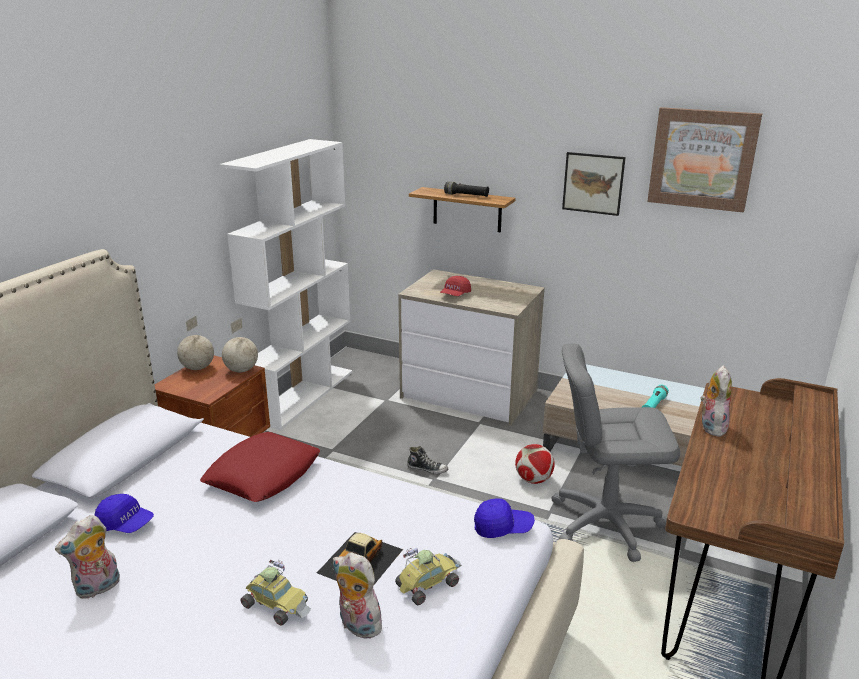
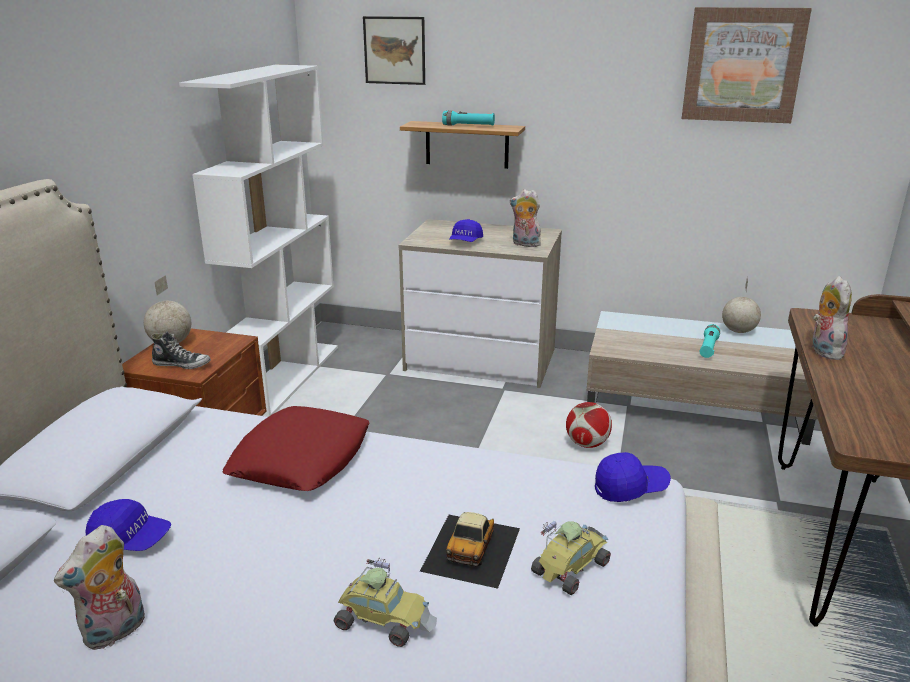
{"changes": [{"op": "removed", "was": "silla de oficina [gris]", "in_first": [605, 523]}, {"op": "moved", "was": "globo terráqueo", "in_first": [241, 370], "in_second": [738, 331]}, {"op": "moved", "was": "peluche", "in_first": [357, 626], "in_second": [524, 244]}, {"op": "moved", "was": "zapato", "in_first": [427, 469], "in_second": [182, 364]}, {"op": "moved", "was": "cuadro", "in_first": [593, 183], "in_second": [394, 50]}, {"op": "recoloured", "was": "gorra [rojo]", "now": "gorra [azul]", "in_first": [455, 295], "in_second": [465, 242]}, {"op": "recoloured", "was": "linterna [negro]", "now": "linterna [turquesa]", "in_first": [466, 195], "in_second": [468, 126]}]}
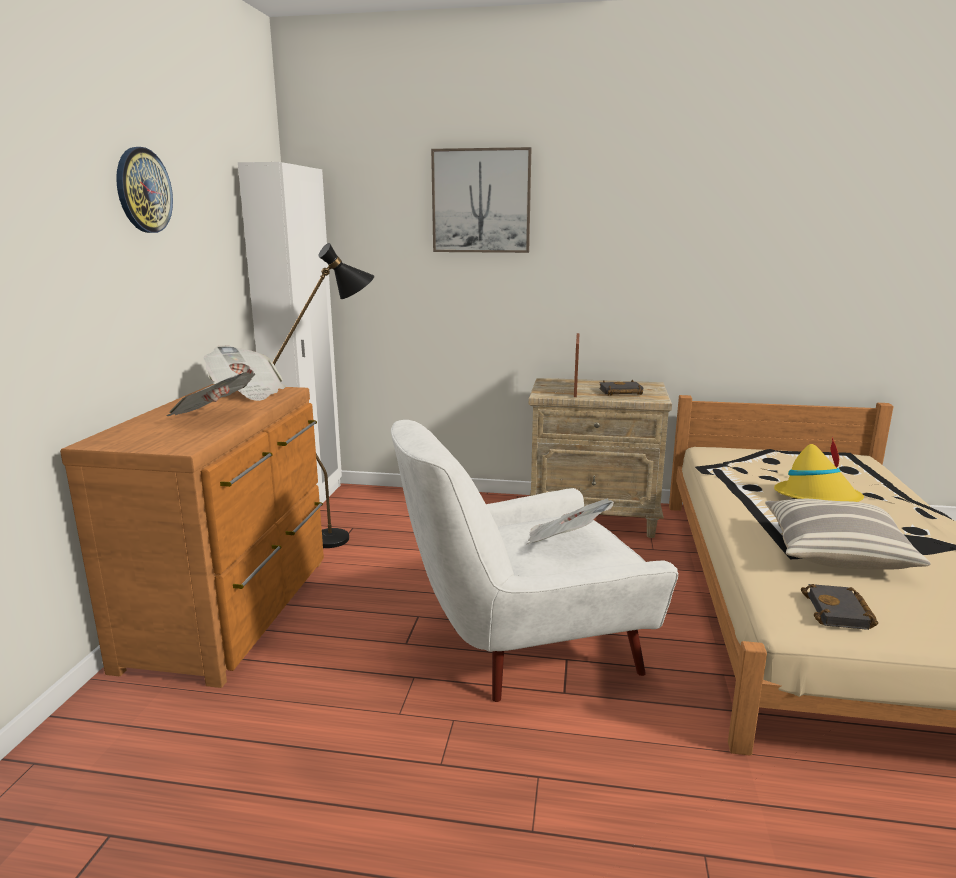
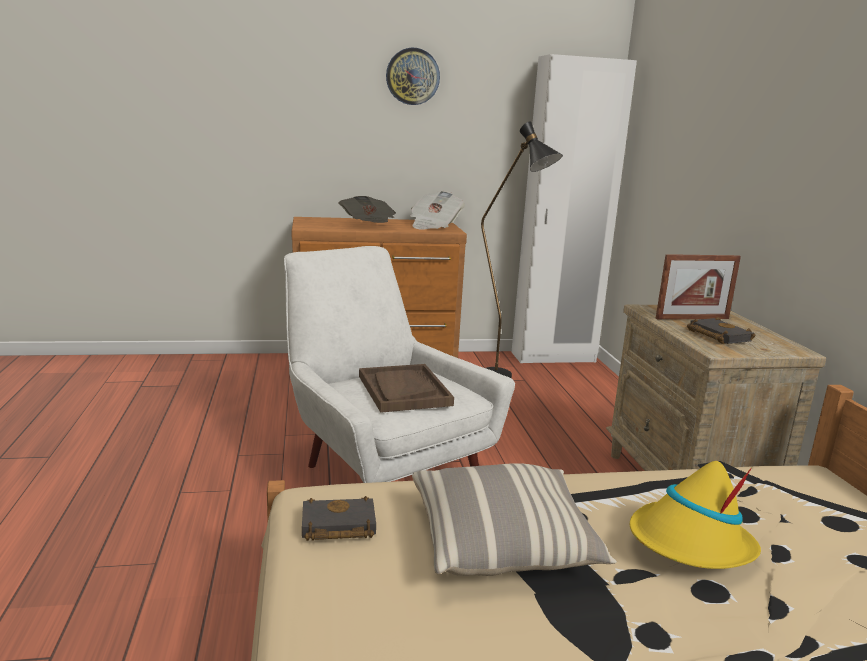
{"changes": [{"op": "removed", "was": "cuadro", "in_first": [481, 201]}, {"op": "replaced", "was": "periódico", "now": "bandeja [marrón]", "in_first": [565, 542], "in_second": [403, 390]}]}
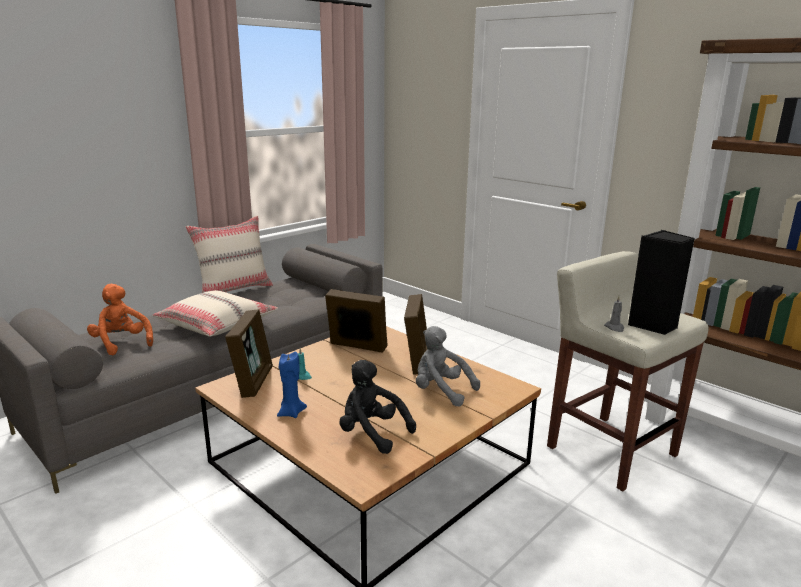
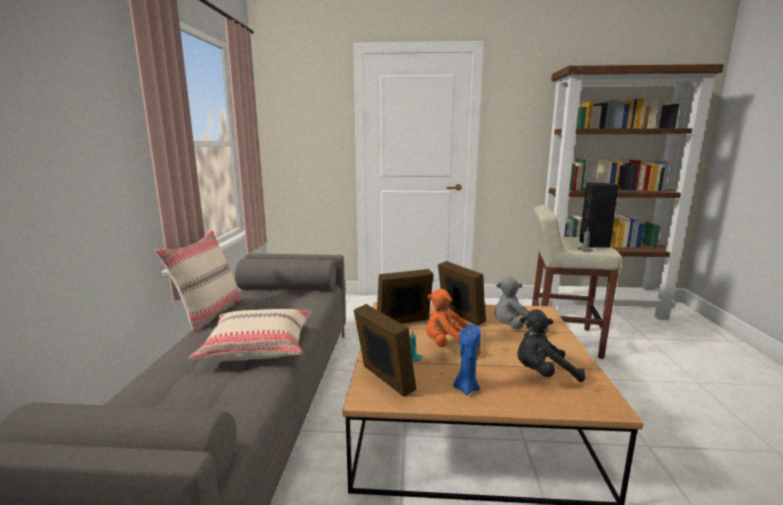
{"changes": [{"op": "moved", "was": "peluche [naranja]", "in_first": [121, 343], "in_second": [449, 347]}]}
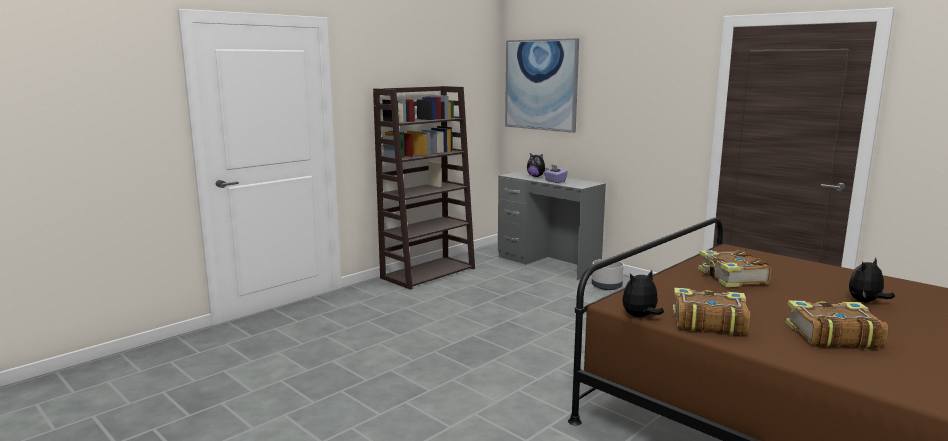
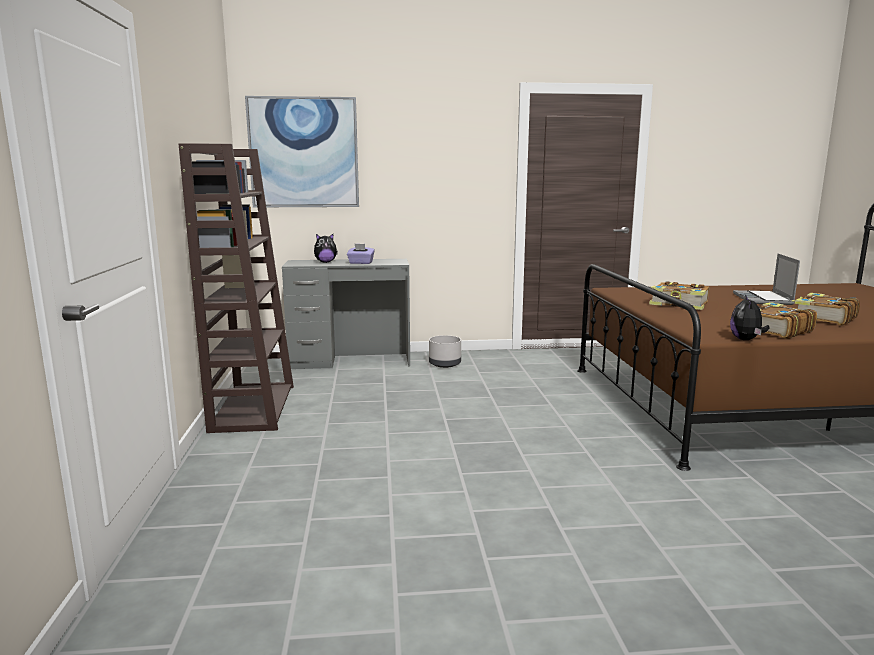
{"changes": [{"op": "replaced", "was": "peluche", "now": "portátil", "in_first": [866, 302], "in_second": [763, 299]}]}
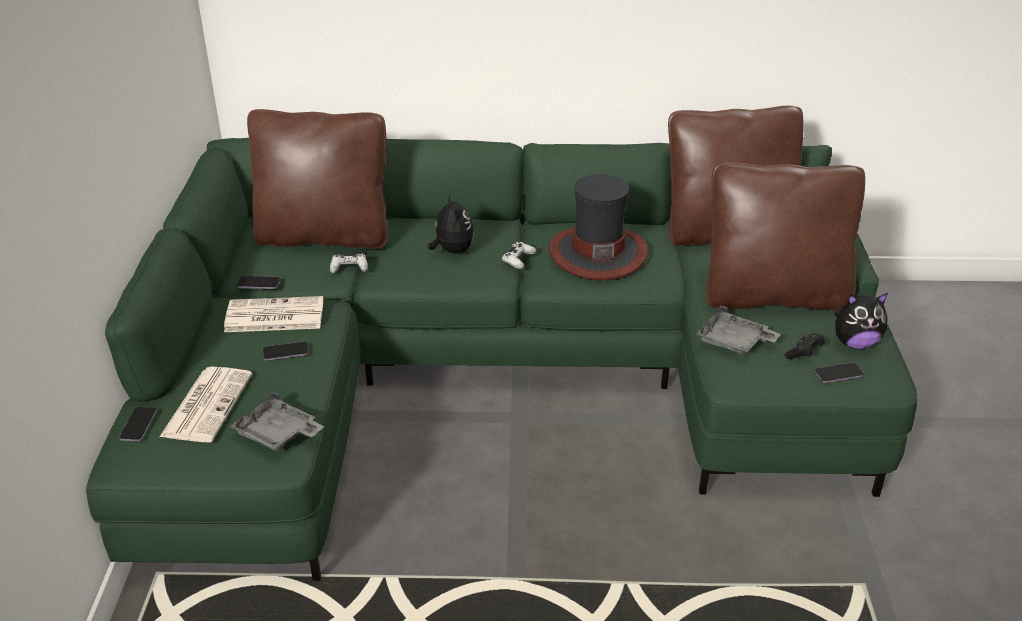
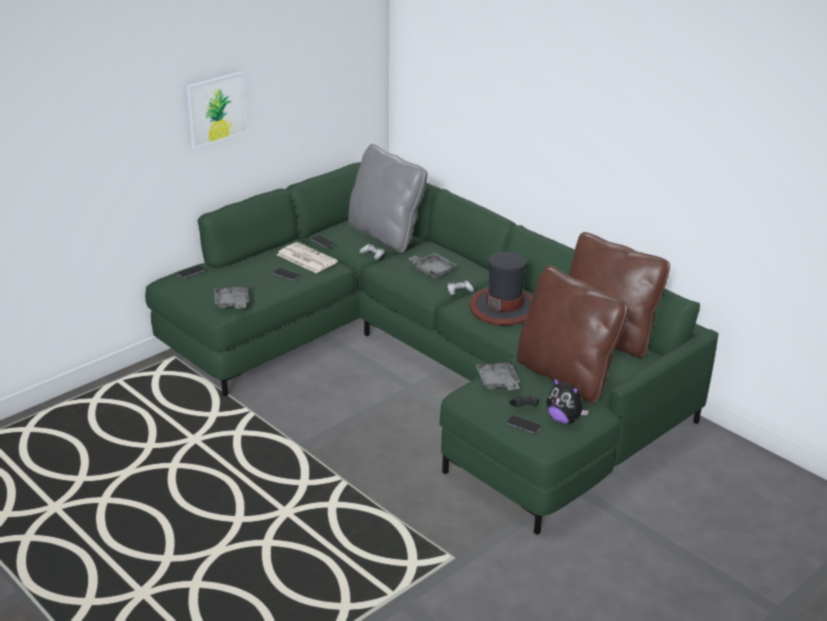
{"changes": [{"op": "removed", "was": "periódico", "in_first": [207, 404]}, {"op": "added", "now": "cuadro", "in_second": [216, 109]}, {"op": "replaced", "was": "peluche", "now": "bandeja [gris]", "in_first": [452, 251], "in_second": [432, 270]}, {"op": "recoloured", "was": "cojín [marrón]", "now": "cojín [gris]", "in_first": [324, 236], "in_second": [386, 235]}]}
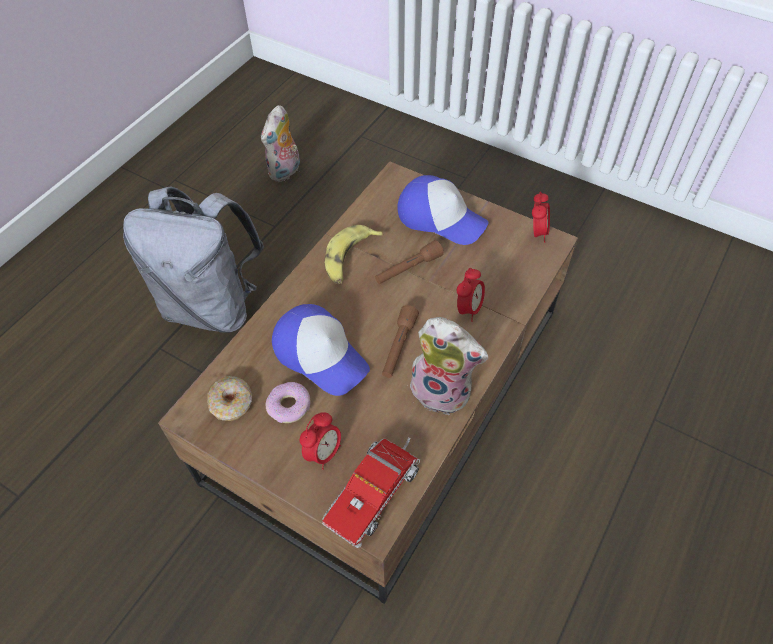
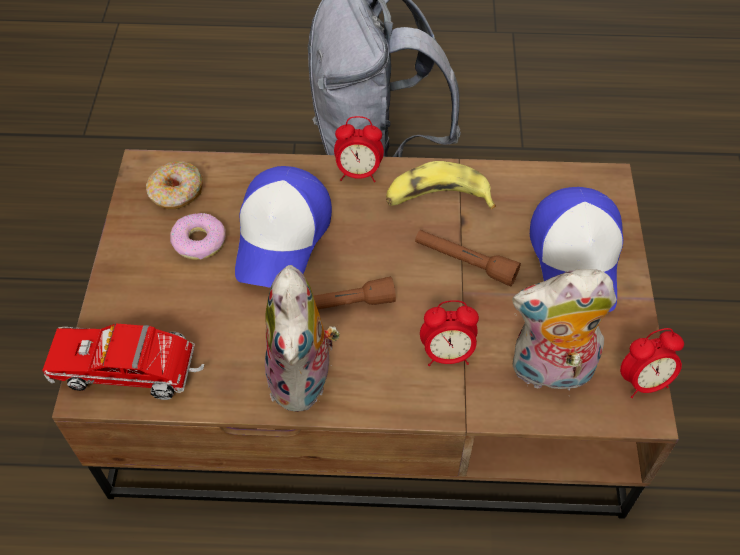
{"changes": [{"op": "moved", "was": "peluche", "in_first": [285, 172], "in_second": [550, 372]}, {"op": "moved", "was": "despertador", "in_first": [323, 452], "in_second": [358, 173]}]}
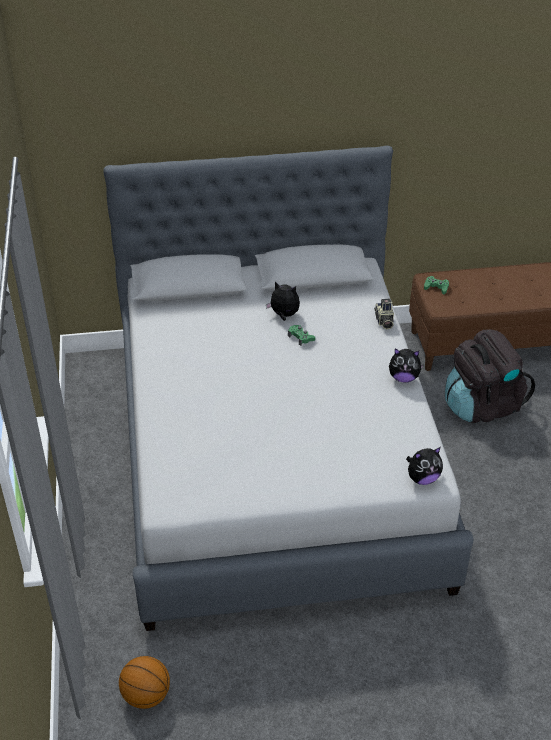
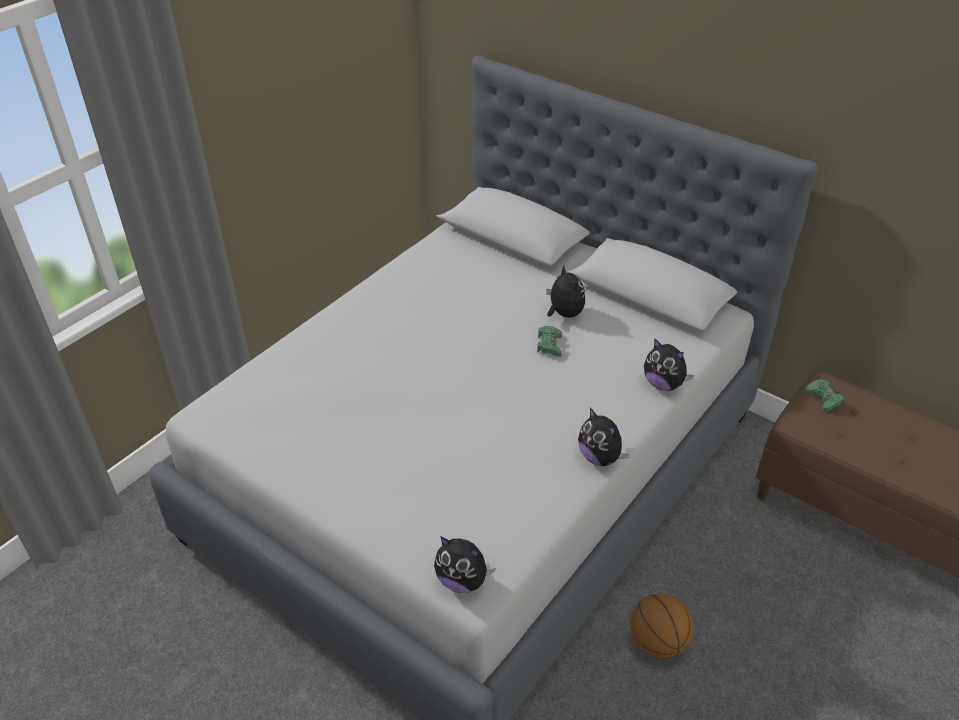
{"changes": [{"op": "removed", "was": "mochila [negro]", "in_first": [482, 405]}, {"op": "moved", "was": "balón de baloncesto", "in_first": [146, 695], "in_second": [657, 642]}, {"op": "replaced", "was": "cámara", "now": "peluche", "in_first": [384, 321], "in_second": [663, 384]}]}
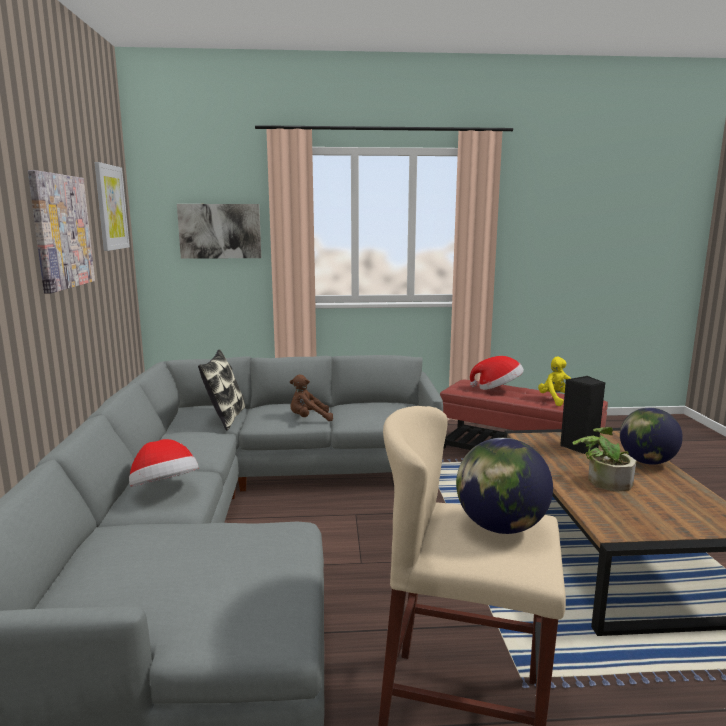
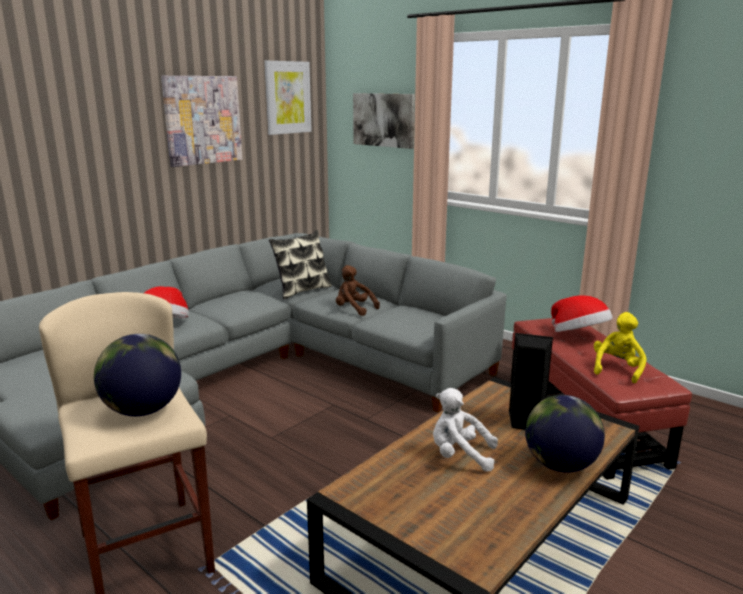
{"changes": [{"op": "replaced", "was": "planta en maceta", "now": "peluche [blanco]", "in_first": [603, 481], "in_second": [459, 456]}]}
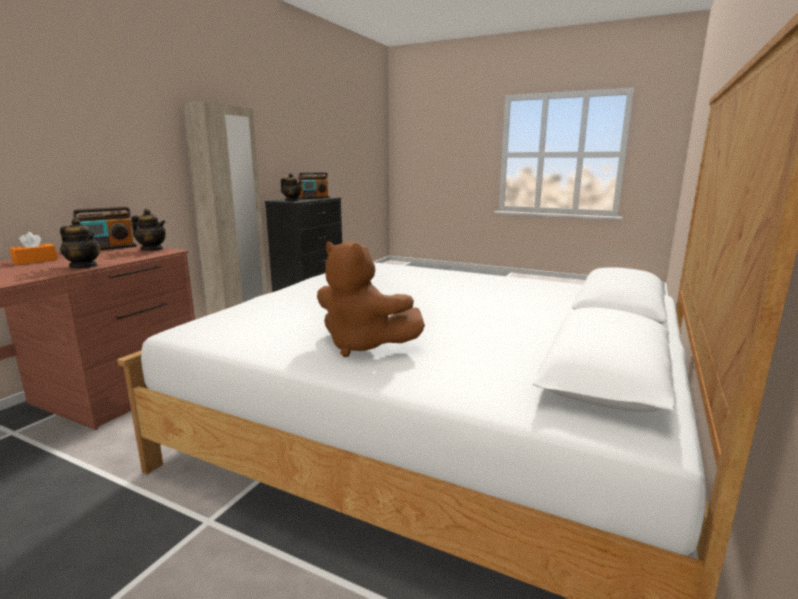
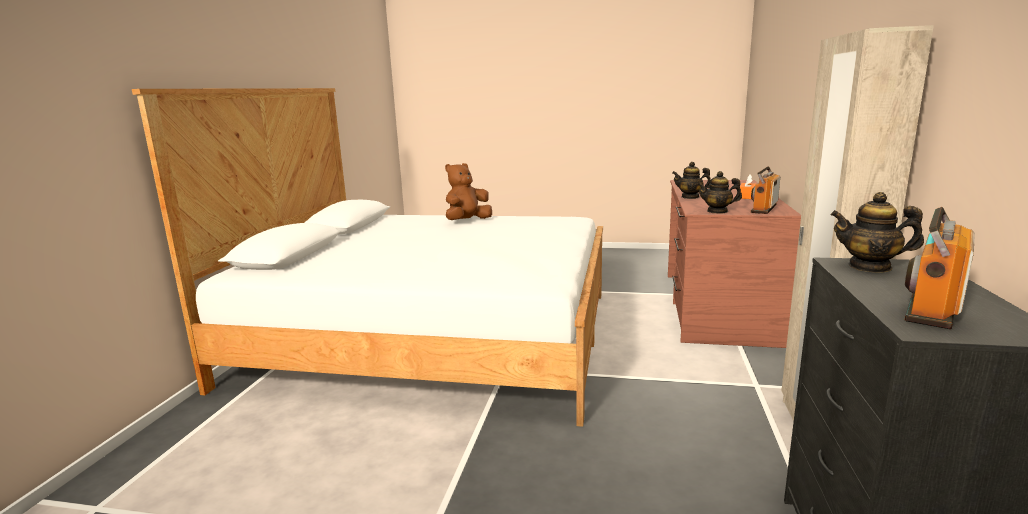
{"changes": [{"op": "turned", "was": "peluche [marrón]", "in_first": [363, 346], "in_second": [467, 221], "clockwise": -60}]}
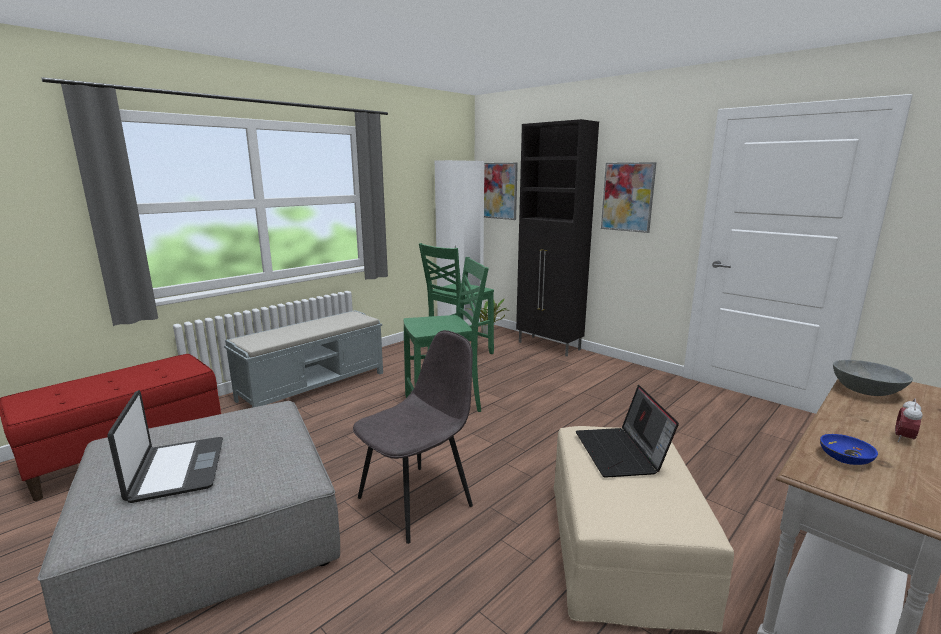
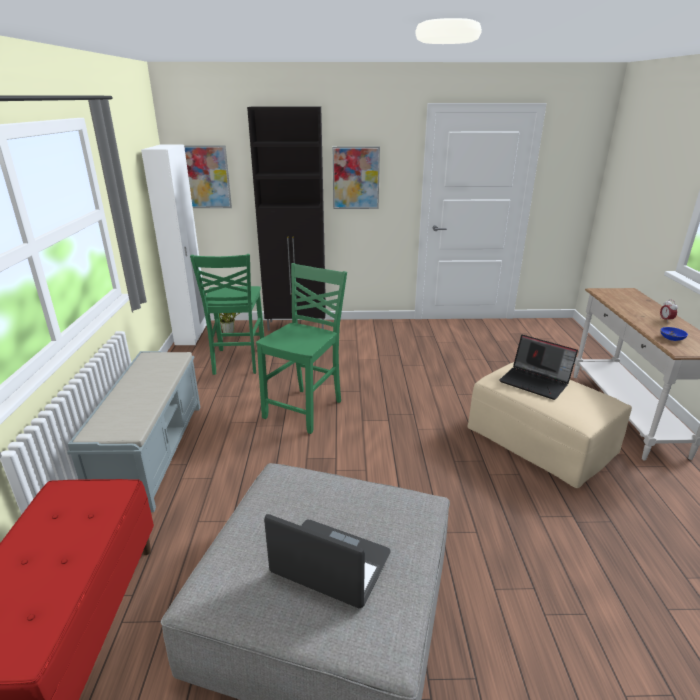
{"changes": [{"op": "removed", "was": "silla [gris]", "in_first": [417, 500]}, {"op": "removed", "was": "cuenco [gris]", "in_first": [866, 391]}]}
